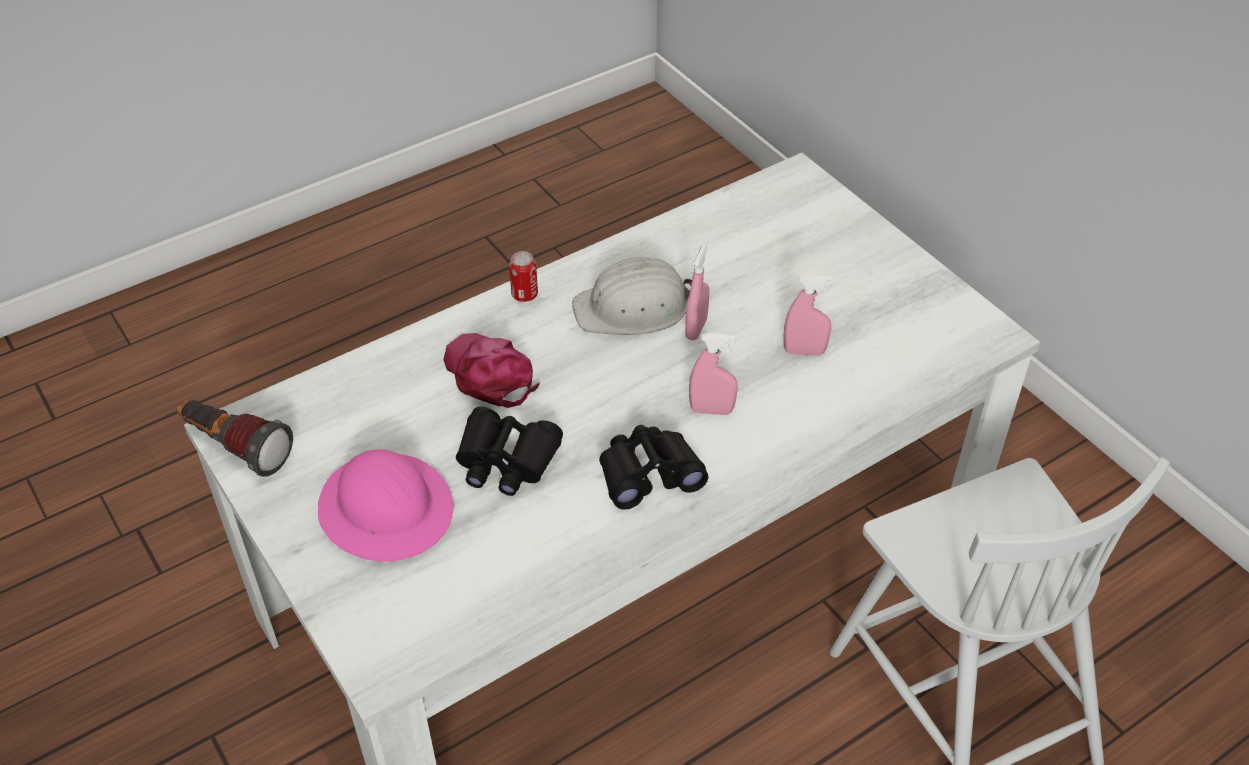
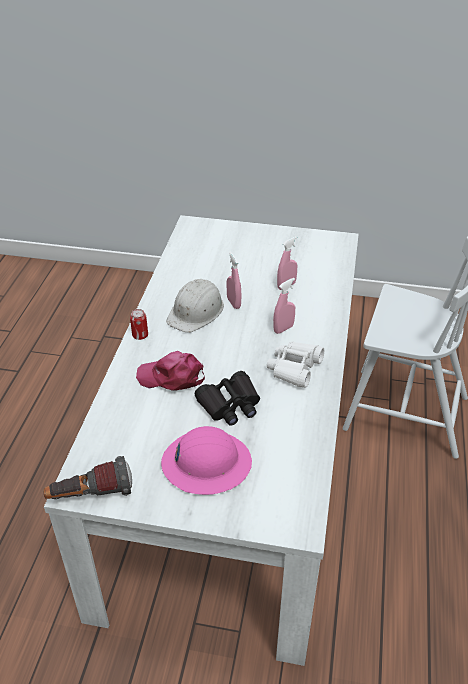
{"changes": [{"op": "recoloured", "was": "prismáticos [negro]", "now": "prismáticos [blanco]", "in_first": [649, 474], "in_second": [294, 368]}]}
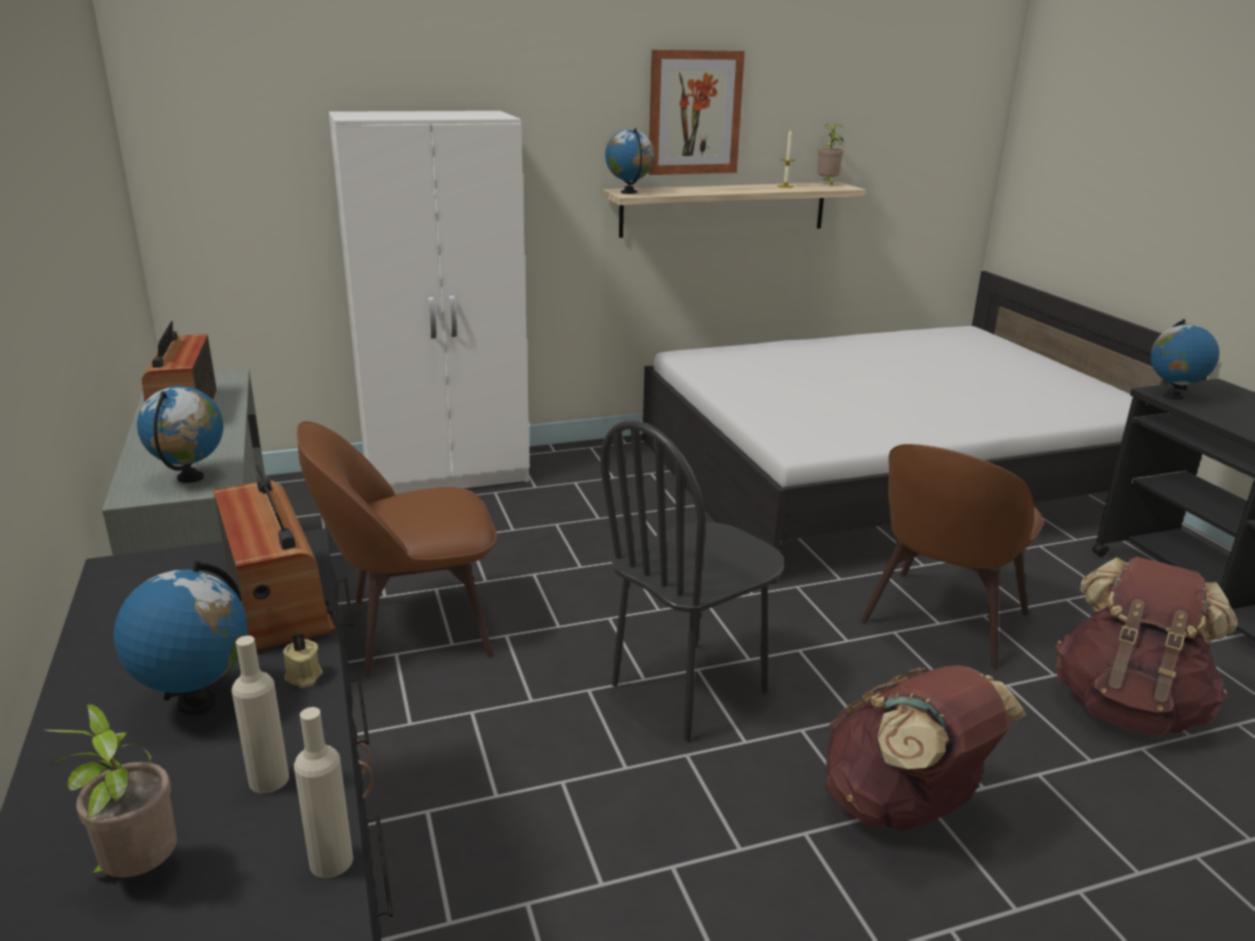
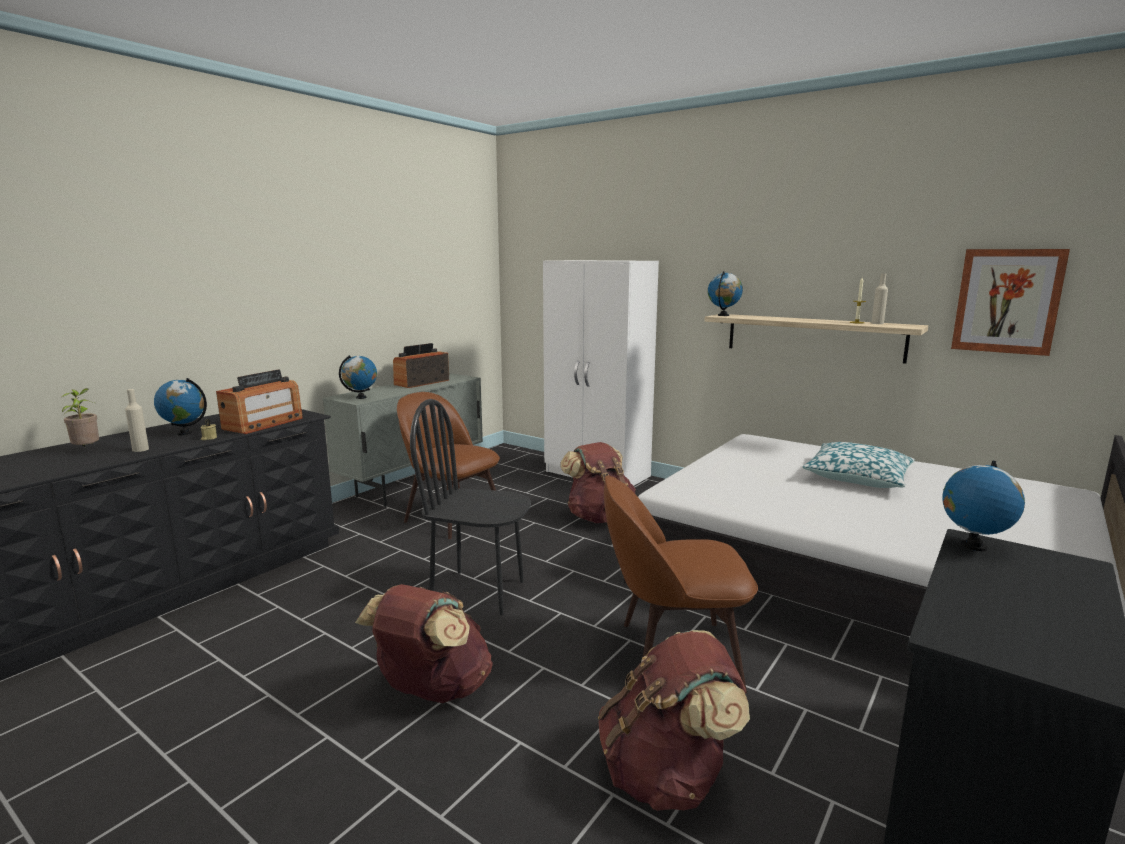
{"changes": [{"op": "removed", "was": "planta en maceta", "in_first": [827, 184]}, {"op": "added", "now": "mochila [marrón]", "in_second": [600, 517]}, {"op": "added", "now": "cojín", "in_second": [857, 477]}, {"op": "moved", "was": "botella [beis]", "in_first": [331, 861], "in_second": [877, 323]}, {"op": "moved", "was": "cuadro", "in_first": [694, 113], "in_second": [1007, 301]}]}
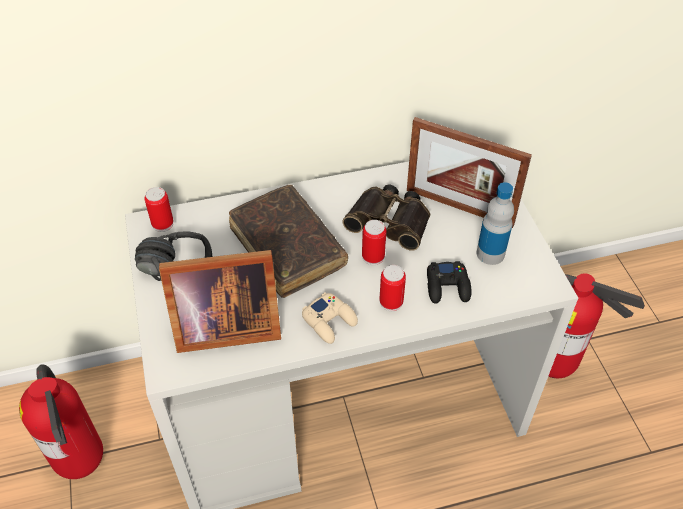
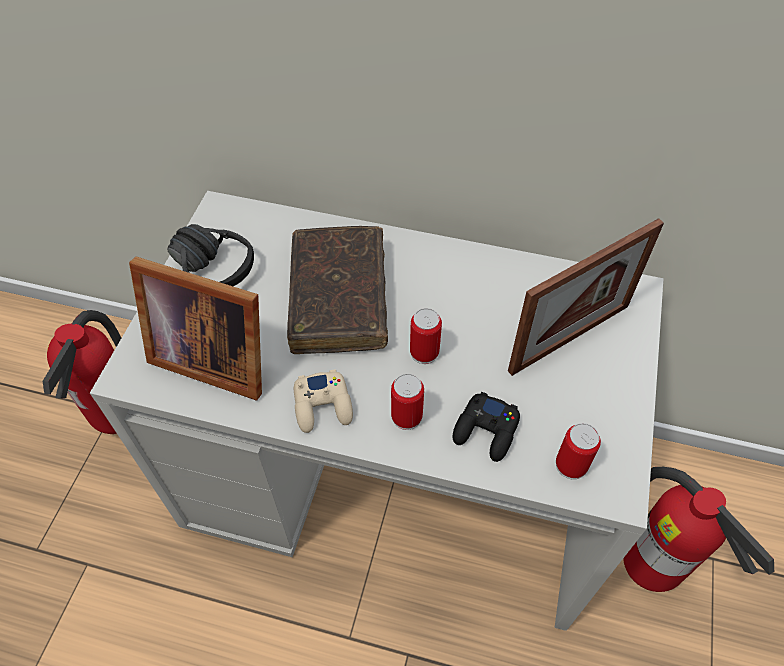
{"changes": [{"op": "removed", "was": "prismáticos", "in_first": [390, 221]}, {"op": "removed", "was": "botella", "in_first": [490, 254]}, {"op": "moved", "was": "lata", "in_first": [162, 224], "in_second": [571, 465]}, {"op": "turned", "was": "portarretratos", "in_first": [459, 207], "in_second": [569, 338], "clockwise": -90}]}
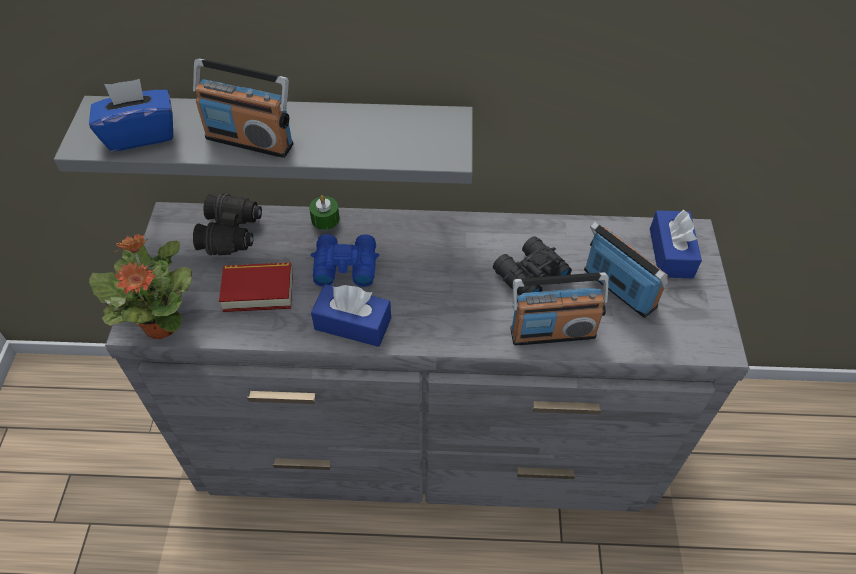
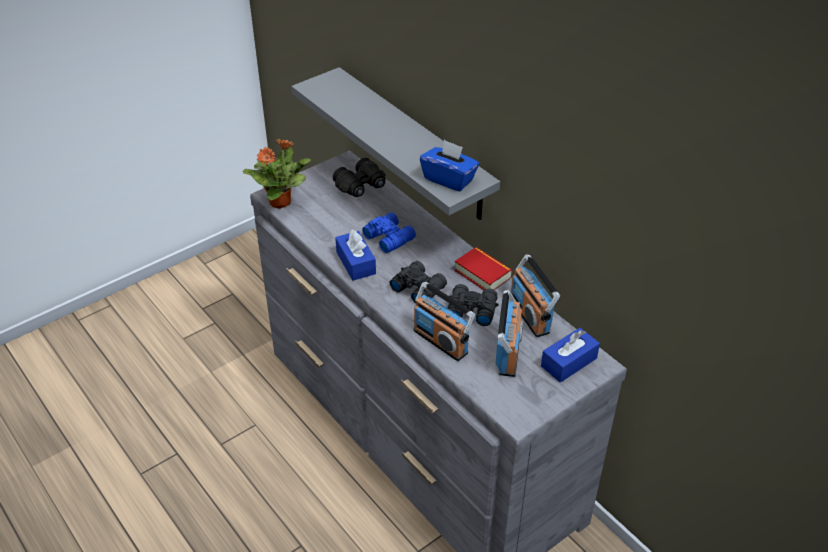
{"changes": [{"op": "removed", "was": "vela [verde]", "in_first": [325, 219]}, {"op": "added", "now": "prismáticos [negro]", "in_second": [418, 287]}, {"op": "moved", "was": "caja de pañuelos [azul]", "in_first": [140, 134], "in_second": [449, 179]}, {"op": "moved", "was": "radio", "in_first": [250, 140], "in_second": [530, 315]}, {"op": "moved", "was": "libro", "in_first": [258, 291], "in_second": [482, 274]}]}
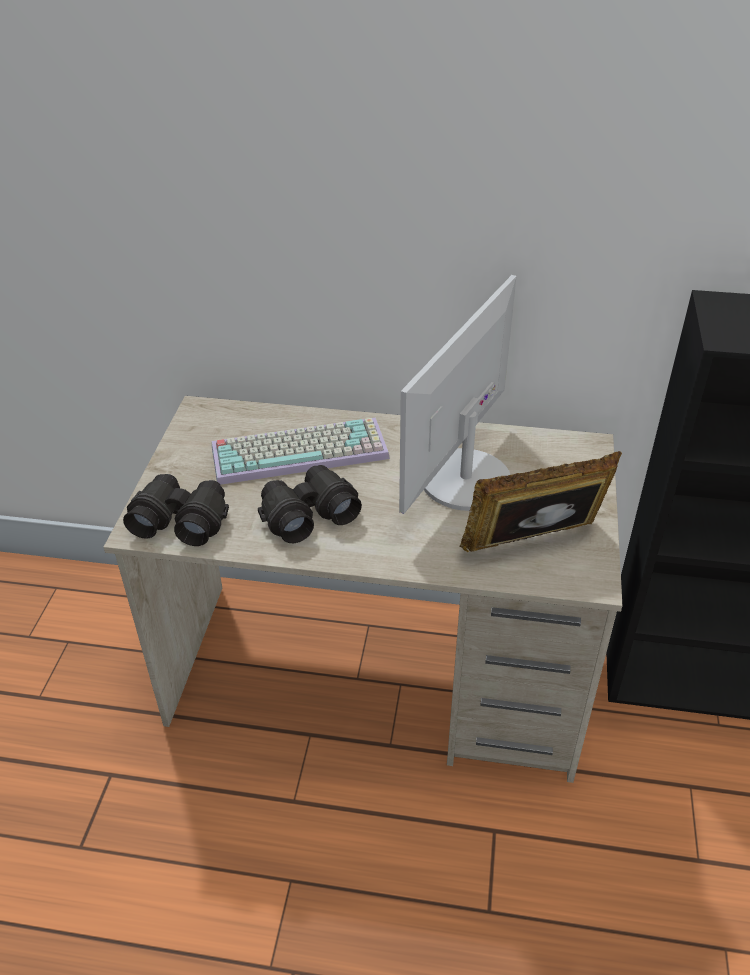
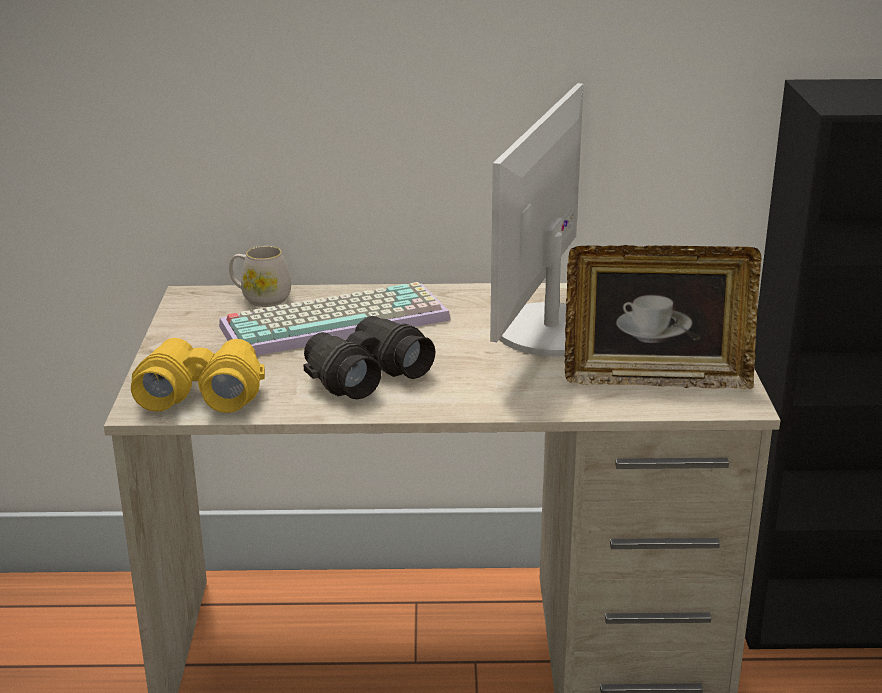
{"changes": [{"op": "added", "now": "taza grande [blanco]", "in_second": [261, 298]}, {"op": "recoloured", "was": "prismáticos [negro]", "now": "prismáticos [amarillo]", "in_first": [181, 520], "in_second": [201, 393]}, {"op": "turned", "was": "portarretratos", "in_first": [534, 545], "in_second": [656, 378], "clockwise": -150}]}
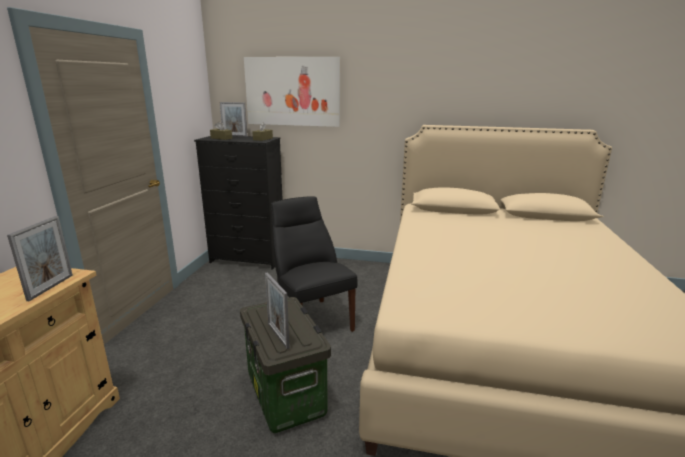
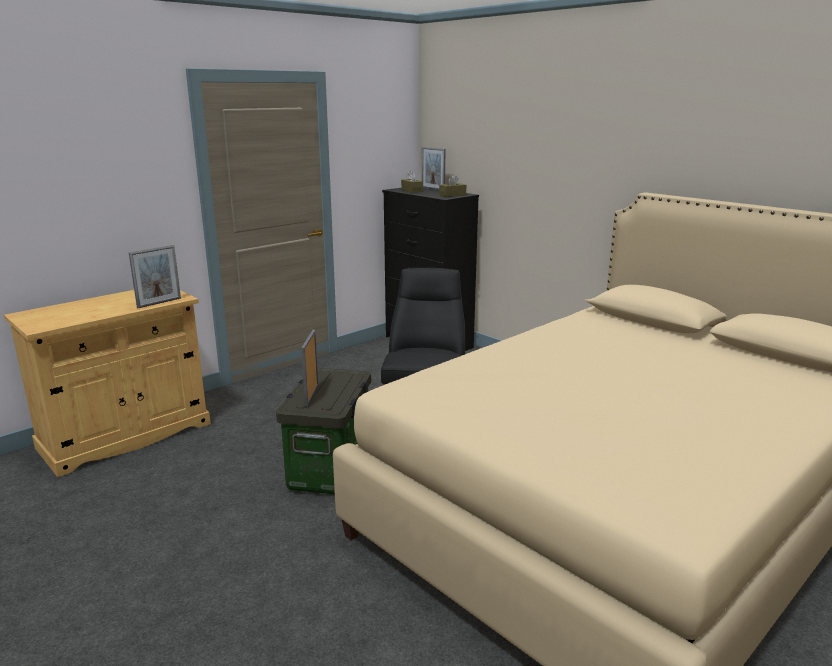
{"changes": [{"op": "removed", "was": "cuadro", "in_first": [292, 91]}]}
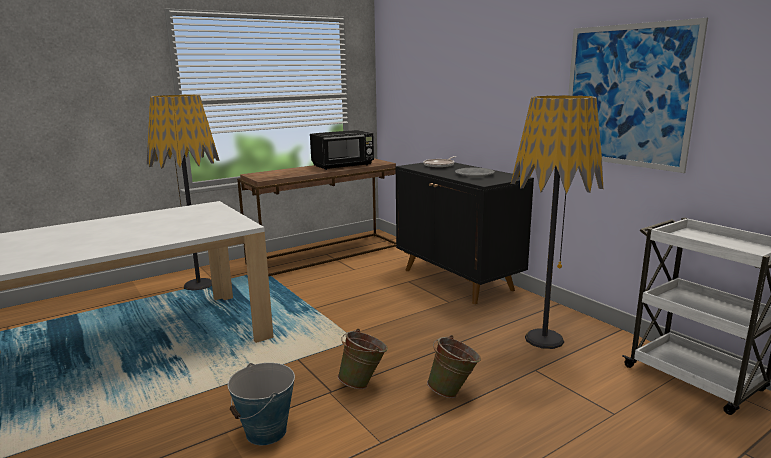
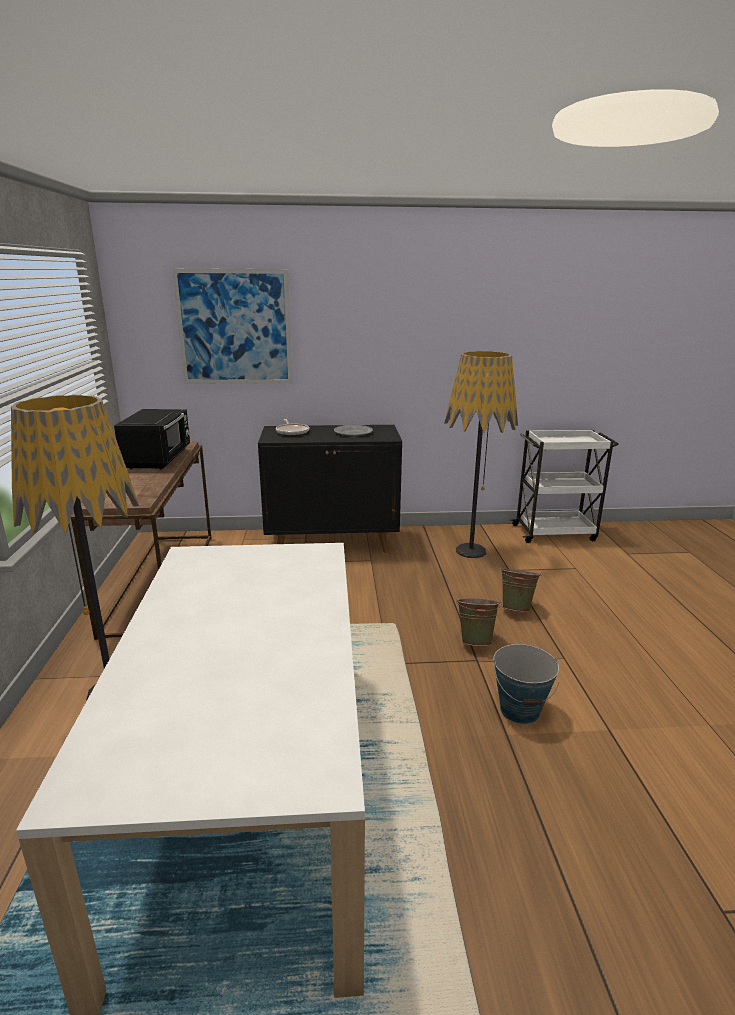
{"changes": [{"op": "moved", "was": "cuadro", "in_first": [626, 96], "in_second": [234, 328]}]}
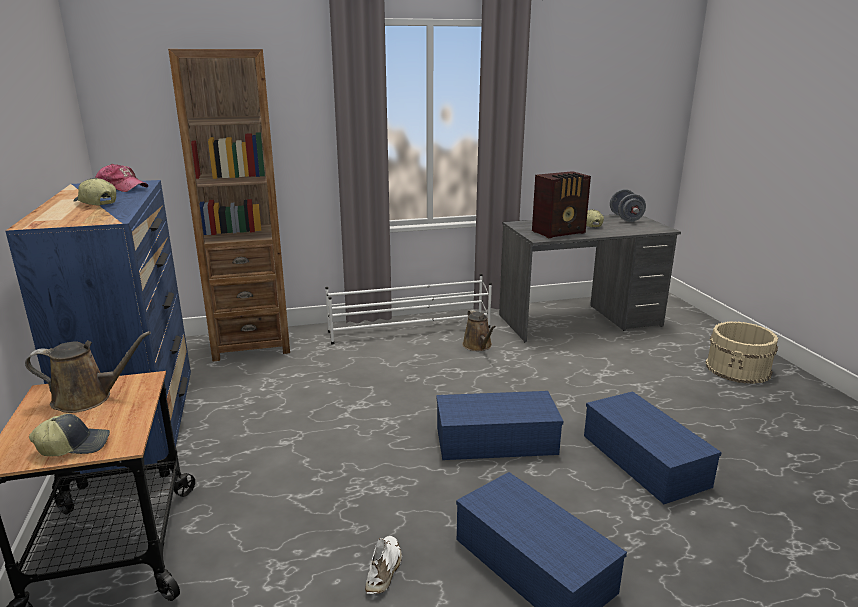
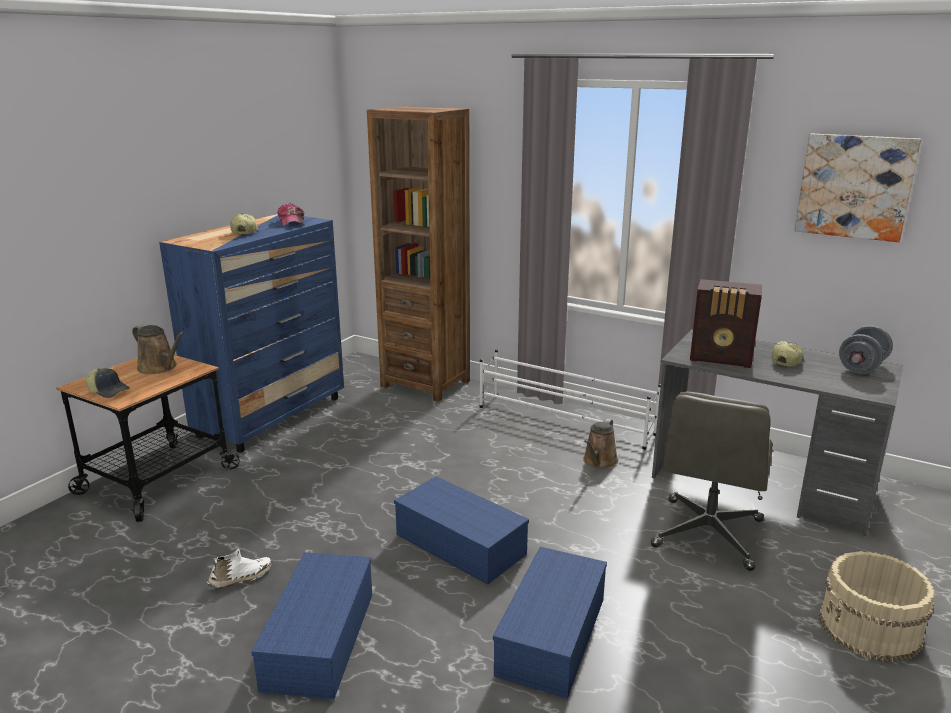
{"changes": [{"op": "added", "now": "silla de oficina [gris]", "in_second": [708, 534]}, {"op": "added", "now": "cuadro", "in_second": [855, 186]}]}
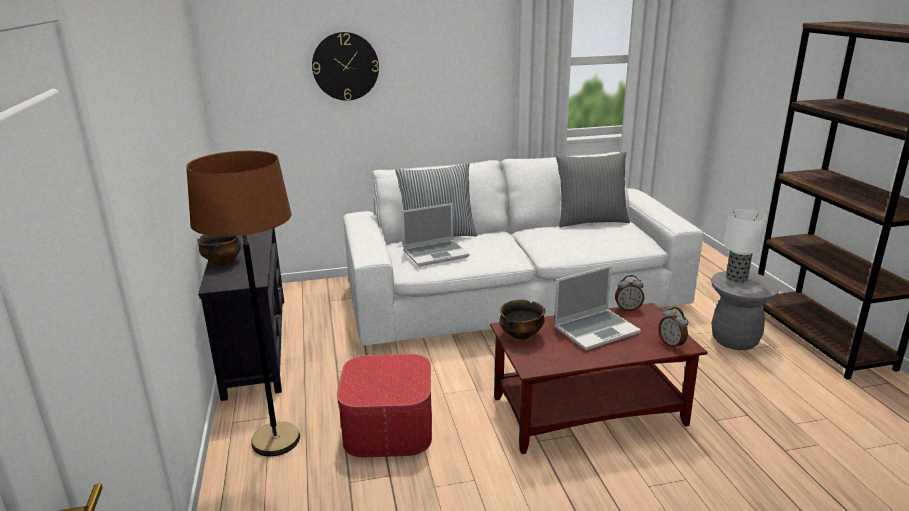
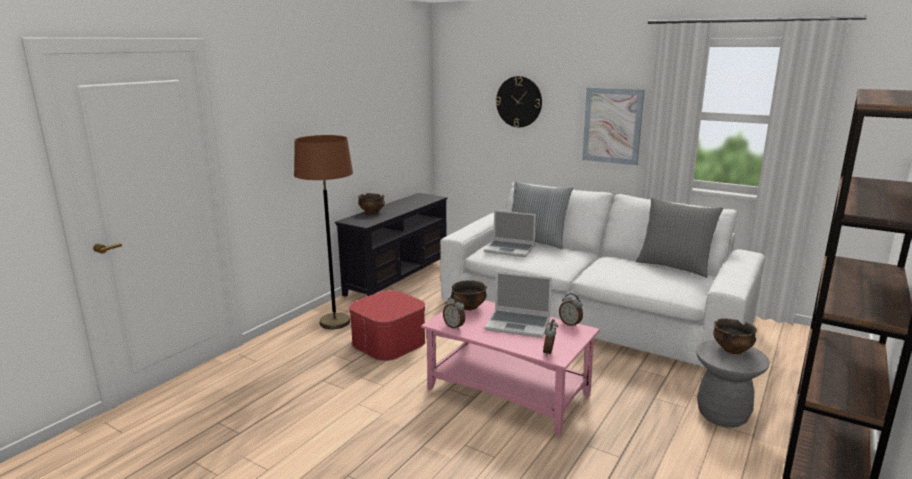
{"changes": [{"op": "added", "now": "despertador", "in_second": [454, 326]}, {"op": "added", "now": "cuadro", "in_second": [612, 126]}, {"op": "replaced", "was": "lámpara de mesa", "now": "cuenco", "in_first": [737, 278], "in_second": [732, 349]}, {"op": "recoloured", "was": "mesa de centro [marrón]", "now": "mesa de centro [rosa]", "in_first": [589, 410], "in_second": [509, 392]}]}
